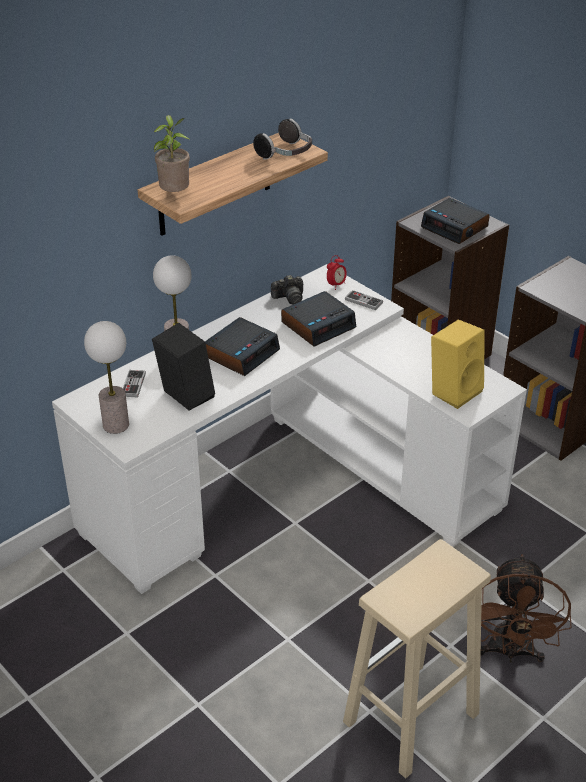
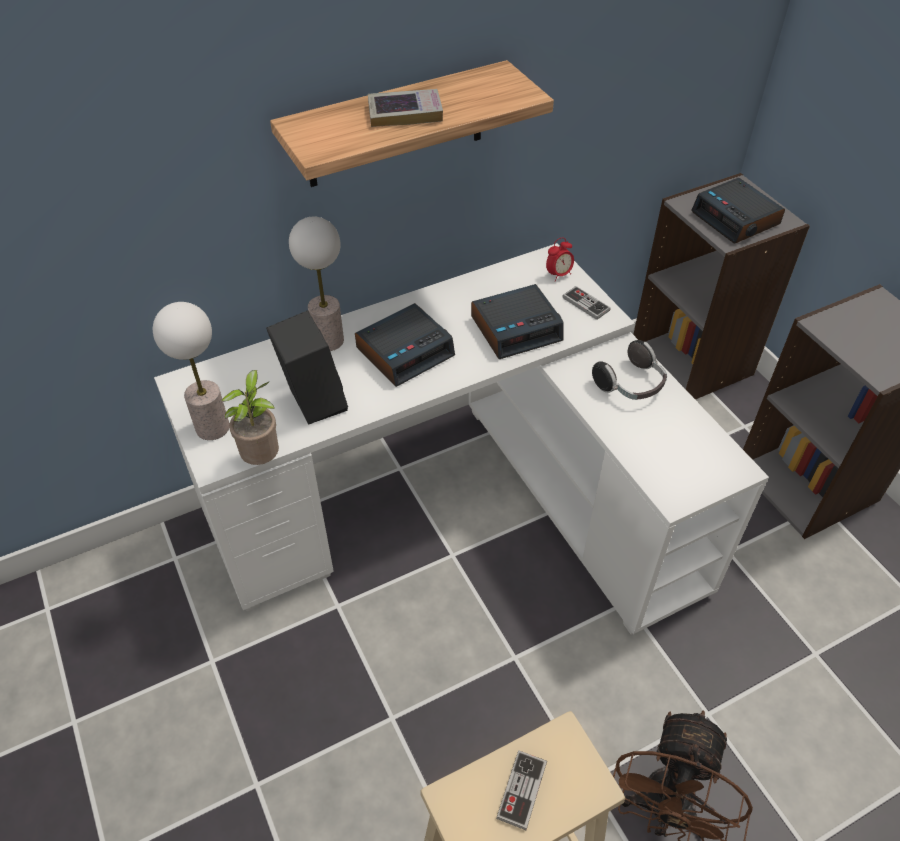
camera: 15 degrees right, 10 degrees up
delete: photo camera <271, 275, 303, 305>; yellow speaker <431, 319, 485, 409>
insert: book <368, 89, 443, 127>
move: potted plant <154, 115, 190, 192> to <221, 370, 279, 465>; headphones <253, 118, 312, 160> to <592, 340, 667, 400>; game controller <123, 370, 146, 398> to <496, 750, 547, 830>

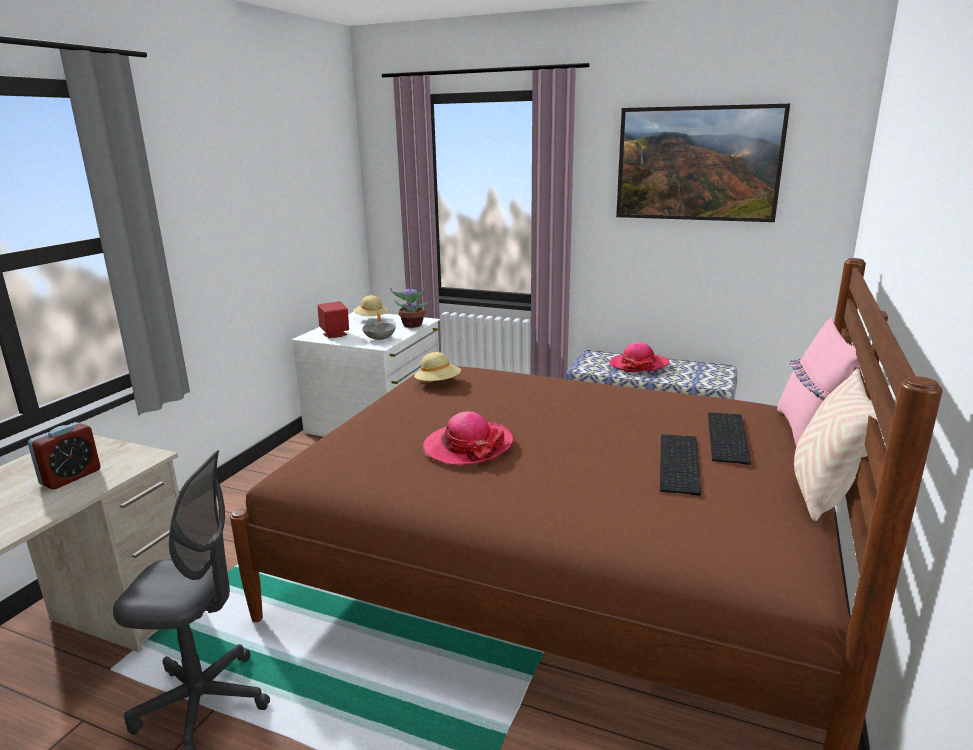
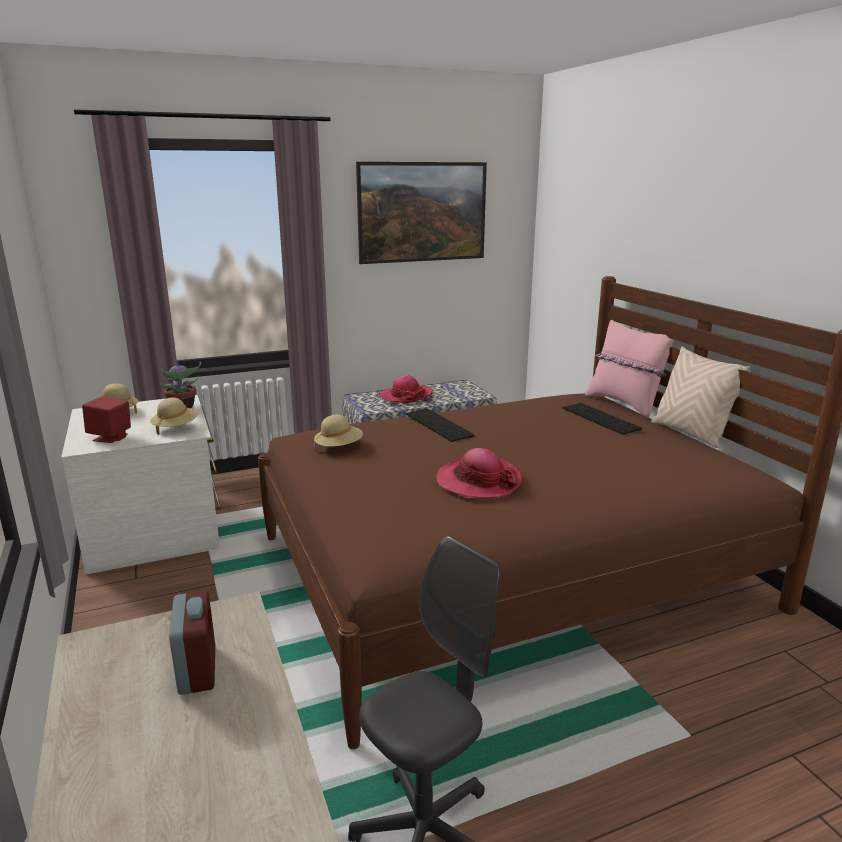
camera: 45 degrees left, 0 degrees up
move: keyboard <660, 434, 701, 496> to <406, 408, 474, 442>
replace: grey bowl <362, 323, 396, 340> to beige hat <150, 398, 198, 435>

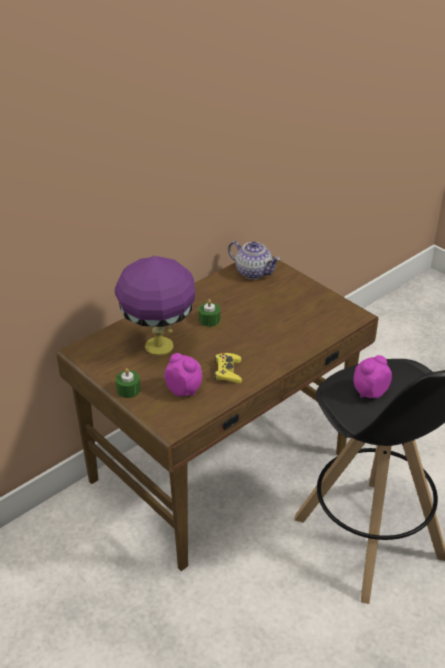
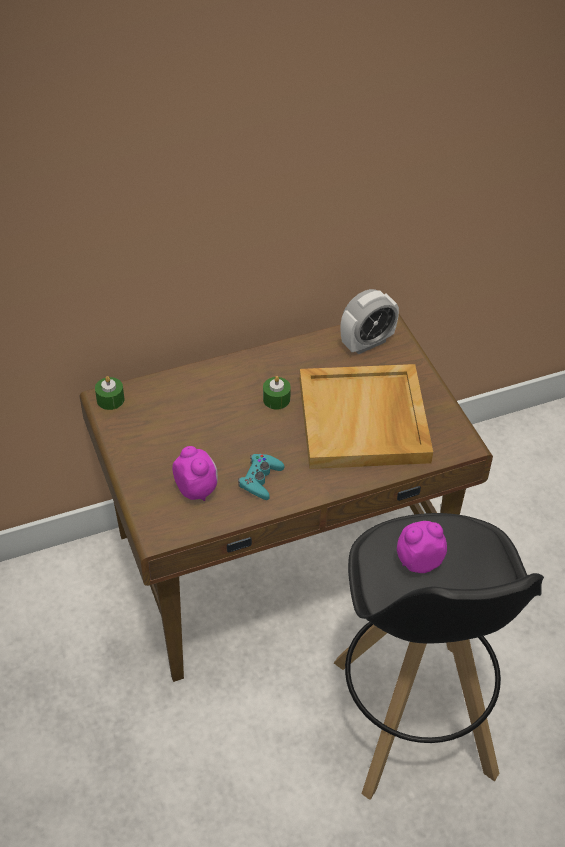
camera: 20 degrees right, 10 degrees up
delete: purple table lamp <115, 256, 195, 355>
insert: beige tray <300, 364, 433, 469>
move: green candle <116, 368, 140, 398> to <95, 376, 124, 410>
replace: teapot <228, 241, 281, 279> to alarm clock <340, 289, 399, 354>
recolor: yellow game controller <214, 353, 242, 383> to turquoise game controller <238, 454, 284, 500>

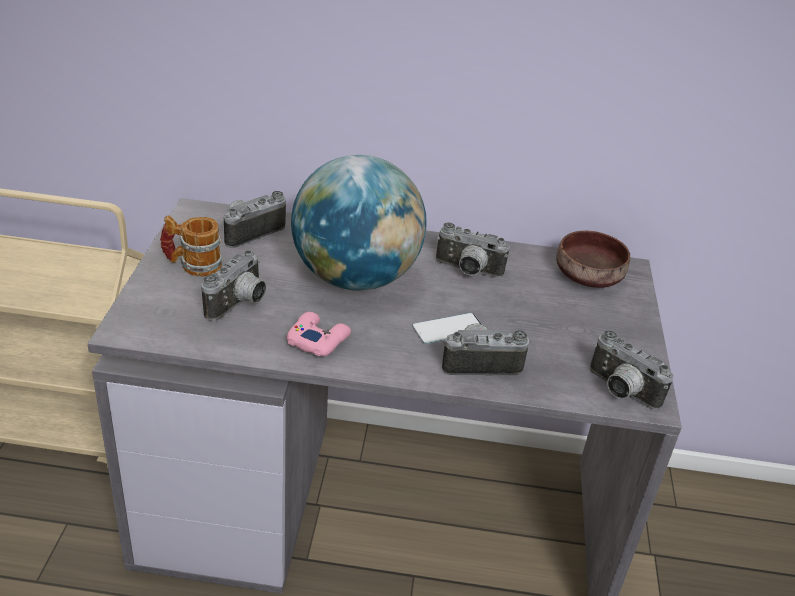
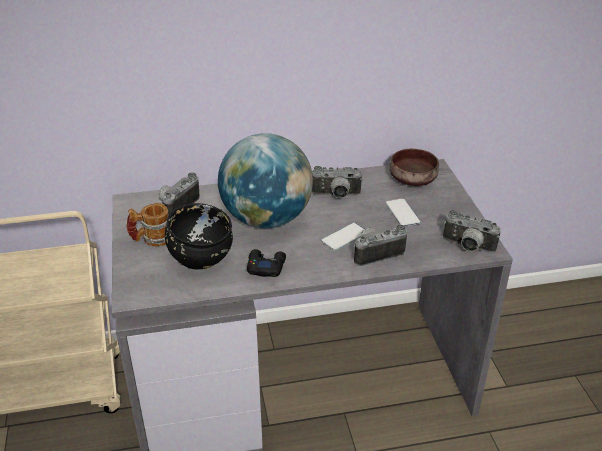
camera: 15 degrees left, 0 degrees up
insert: phone <385, 198, 421, 227>
replace: photo camera <201, 250, 266, 321> to black bowl <165, 203, 233, 270>
recolor: pink game controller <287, 312, 351, 356> to black game controller <247, 249, 286, 277>

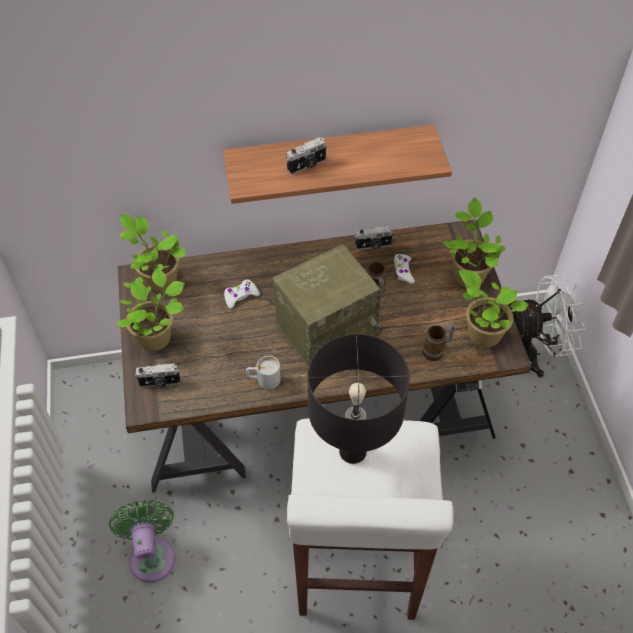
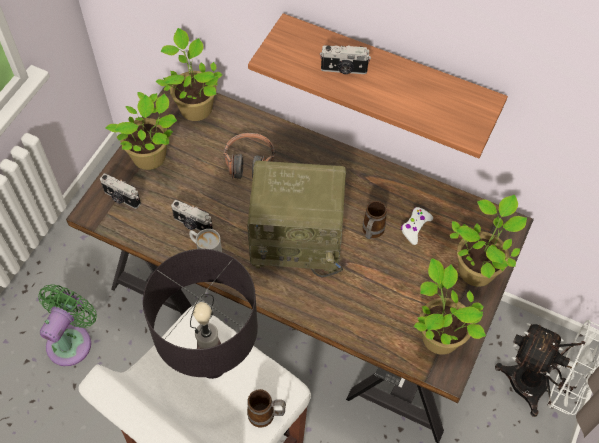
camera: 35 degrees right, 5 degrees up
move: photo camera <355, 226, 394, 250> to <171, 200, 213, 231>; mug <422, 324, 454, 361> to <247, 389, 286, 427>
replace: white game controller <224, 279, 260, 309> to headphones <224, 133, 275, 179>

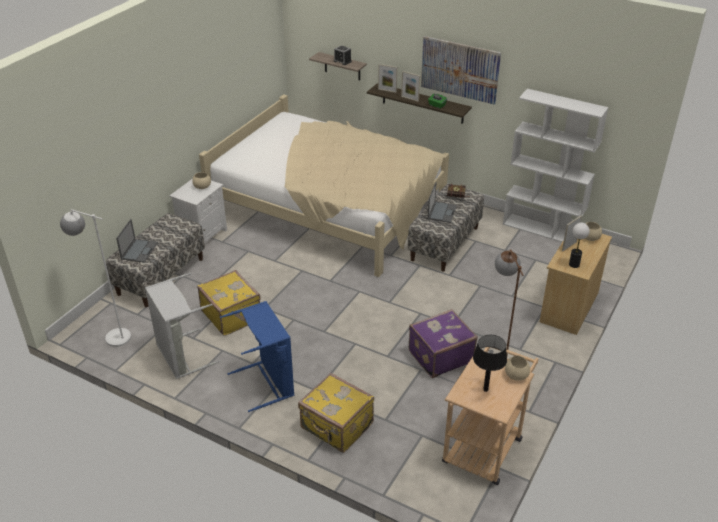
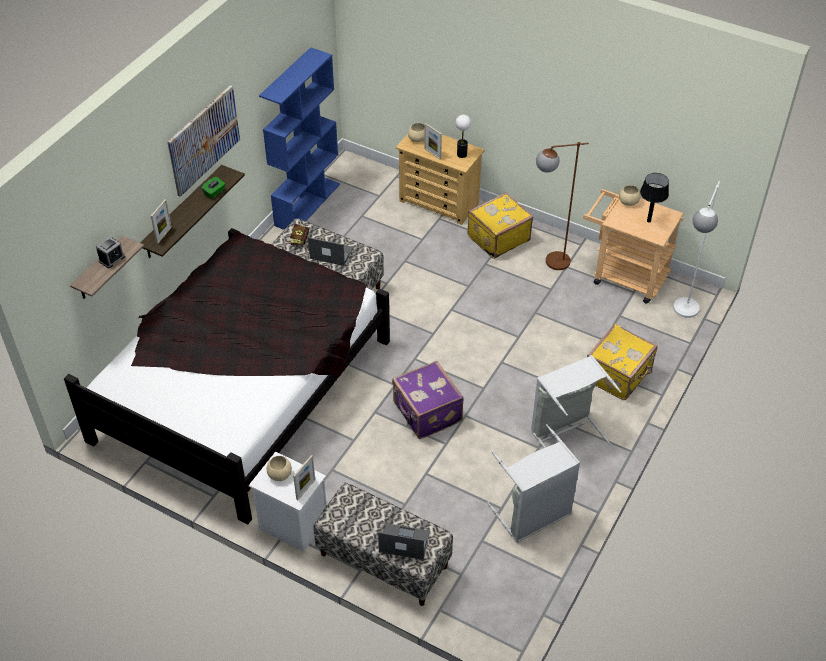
camera: 90 degrees left, 10 degrees up
move: picture frame <401, 71, 420, 102> to <293, 455, 315, 500>; white floor lamp <60, 209, 131, 347> to <673, 181, 720, 318>; yellow suitcase <197, 270, 261, 336> to <468, 192, 533, 259>; purple suitcase <409, 309, 478, 378> to <392, 361, 464, 439>
recolor: white bookcase <503, 89, 608, 242> to blue bookcase <259, 47, 340, 230>; beige bed <199, 94, 449, 277> to black bed <64, 228, 390, 525>; blue laundry basket <220, 301, 294, 412> to grey laundry basket <531, 355, 621, 448>

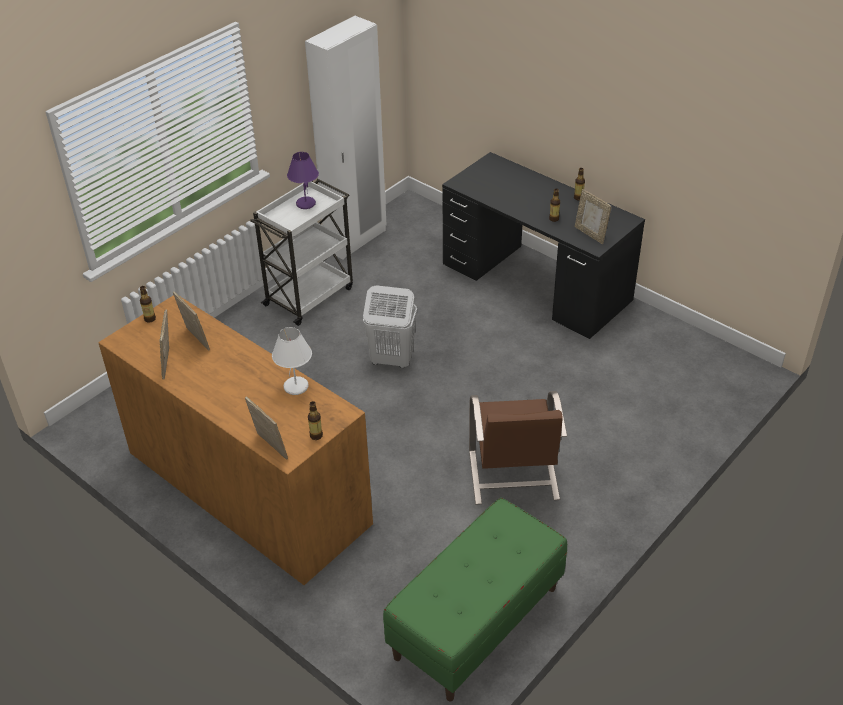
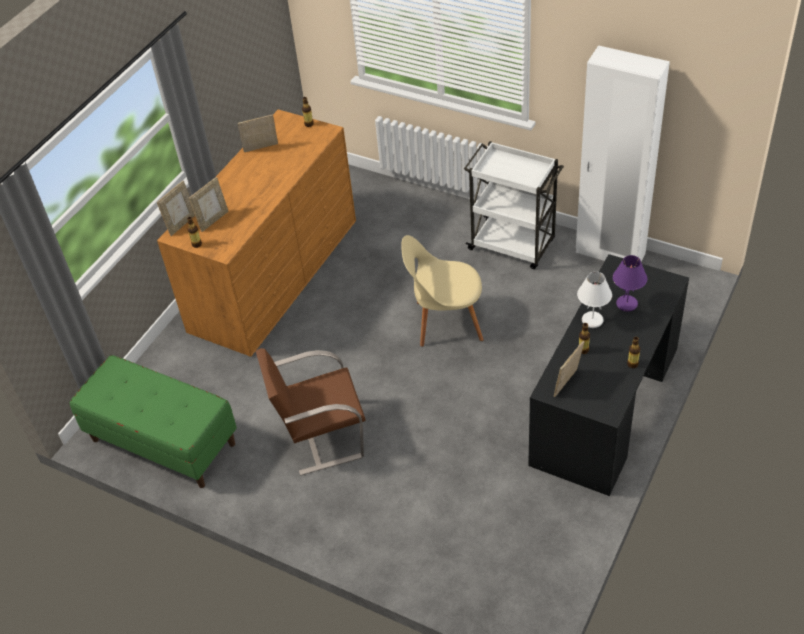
camera: 80 degrees right, 5 degrees up
move: purple table lamp <287, 152, 319, 209> to <613, 255, 647, 312>; picture frame <173, 291, 210, 351> to <189, 177, 229, 232>; white table lamp <272, 327, 312, 395> to <577, 272, 612, 328>
replace: white laundry basket <363, 285, 417, 368> to beige chair <401, 235, 484, 347>

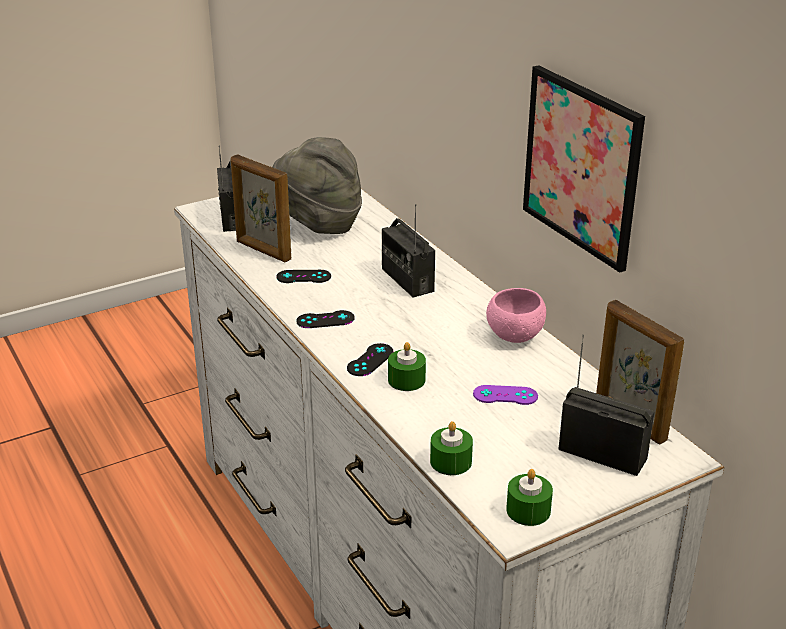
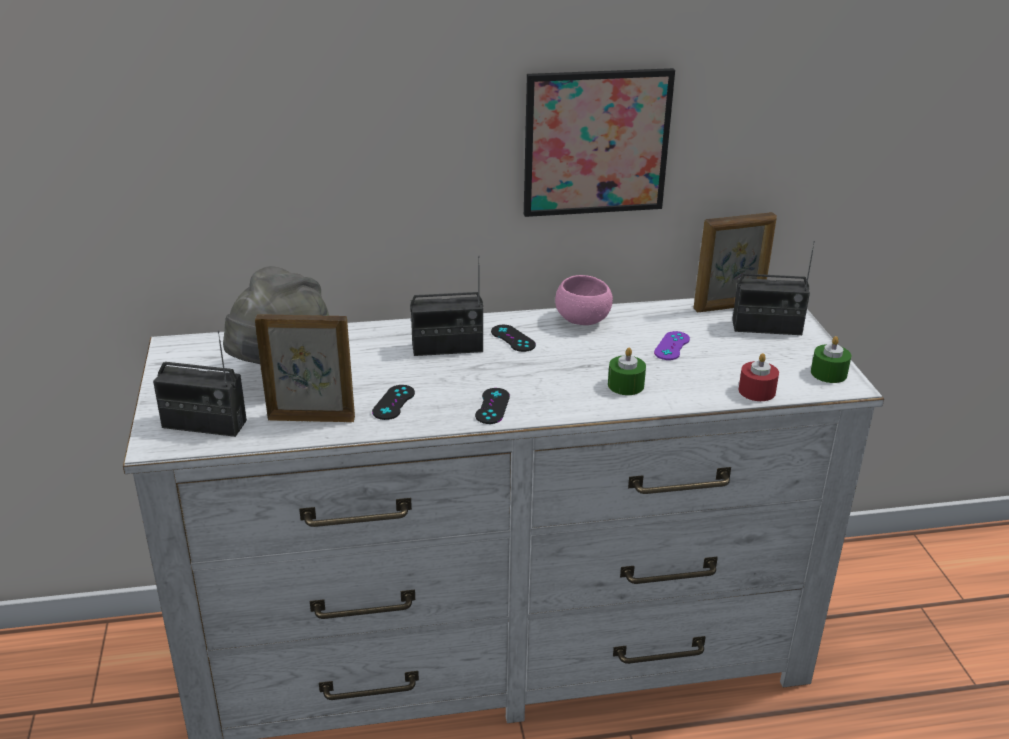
camera: 70 degrees left, 0 degrees up
move: black game controller <347, 343, 393, 376> to <491, 325, 536, 352>
recolor: green candle <430, 421, 473, 475> to red candle <739, 353, 779, 401>
rotate: picture frame <231, 155, 291, 262> = <255, 314, 355, 422> 150 degrees counterclockwise; radio <558, 335, 655, 476> = <732, 241, 815, 335> 135 degrees counterclockwise

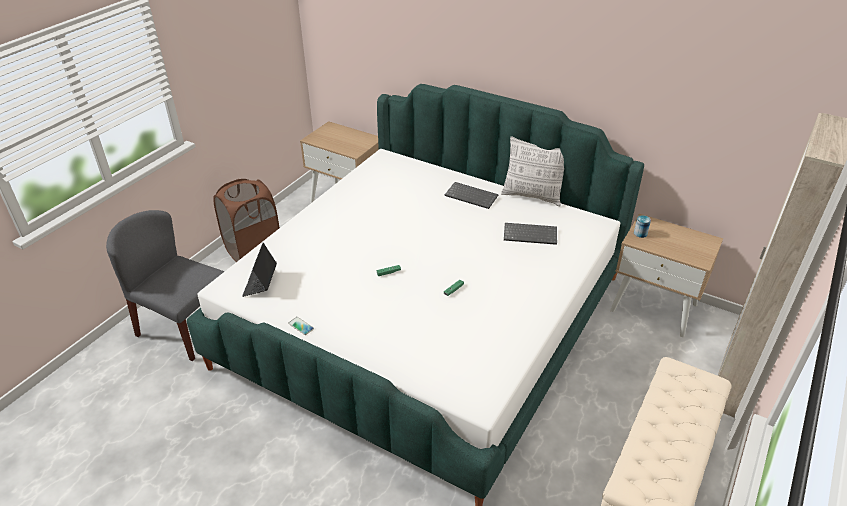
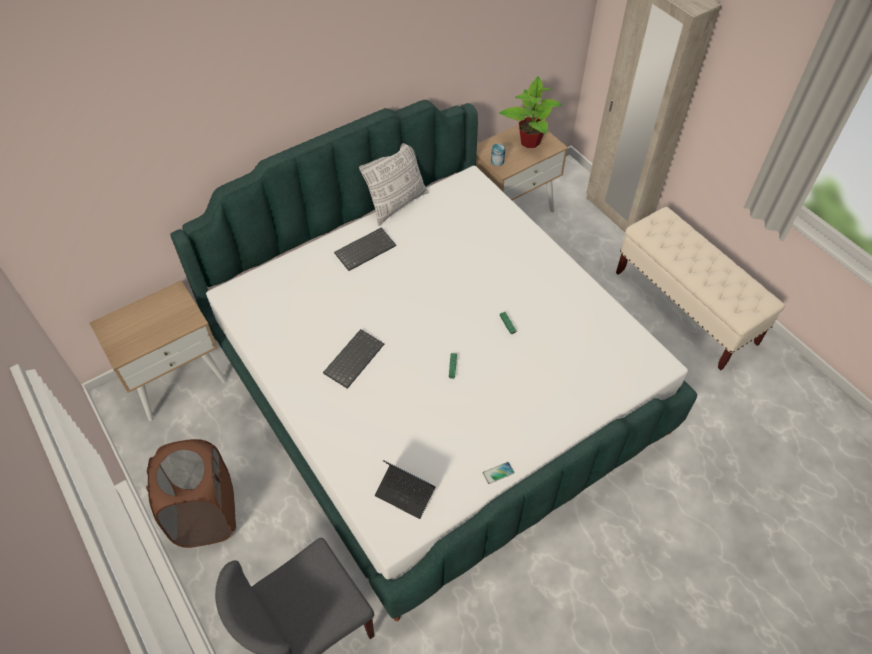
camera: 65 degrees left, 15 degrees up
insert: potted plant <499, 76, 562, 148>
move: keyboard <504, 223, 557, 245> to <323, 329, 384, 389>

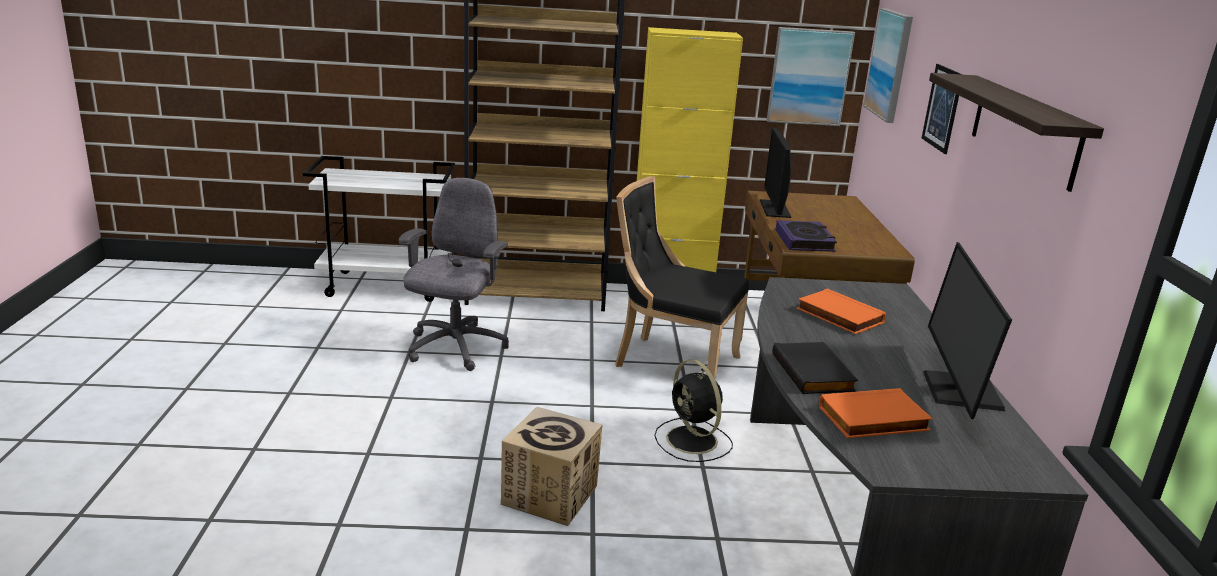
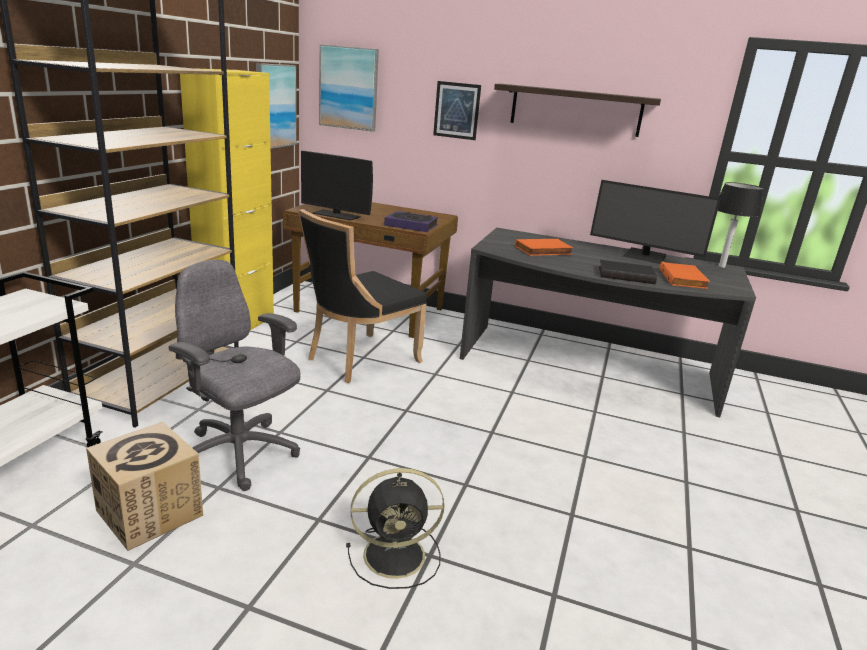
camera: 70 degrees left, 0 degrees up
insert: table lamp <718, 182, 763, 268>
move: black fan <654, 359, 733, 462> to <346, 468, 445, 589>; cardboard box <501, 407, 602, 526> to <86, 422, 203, 551>

